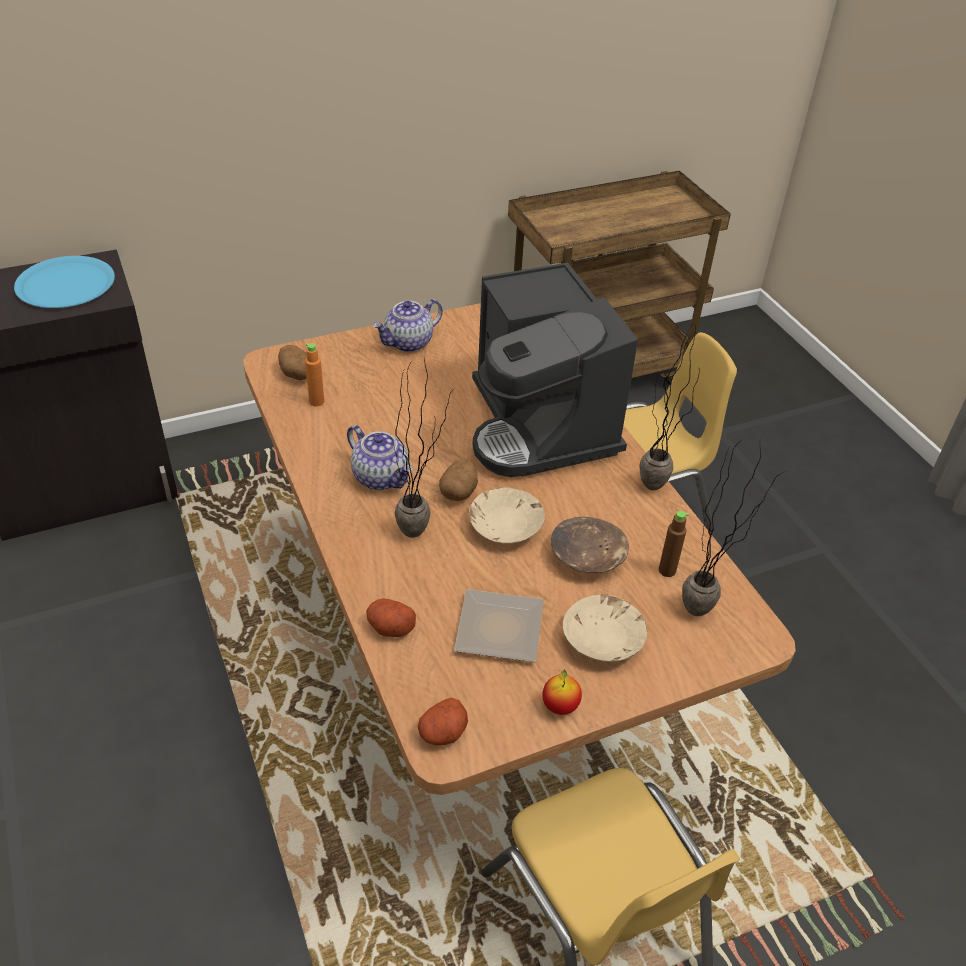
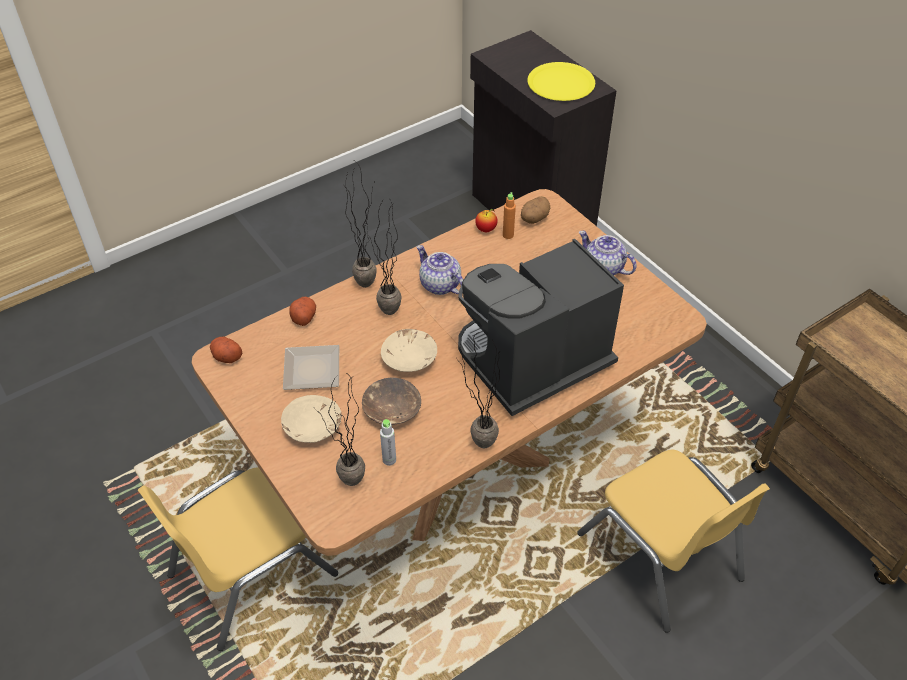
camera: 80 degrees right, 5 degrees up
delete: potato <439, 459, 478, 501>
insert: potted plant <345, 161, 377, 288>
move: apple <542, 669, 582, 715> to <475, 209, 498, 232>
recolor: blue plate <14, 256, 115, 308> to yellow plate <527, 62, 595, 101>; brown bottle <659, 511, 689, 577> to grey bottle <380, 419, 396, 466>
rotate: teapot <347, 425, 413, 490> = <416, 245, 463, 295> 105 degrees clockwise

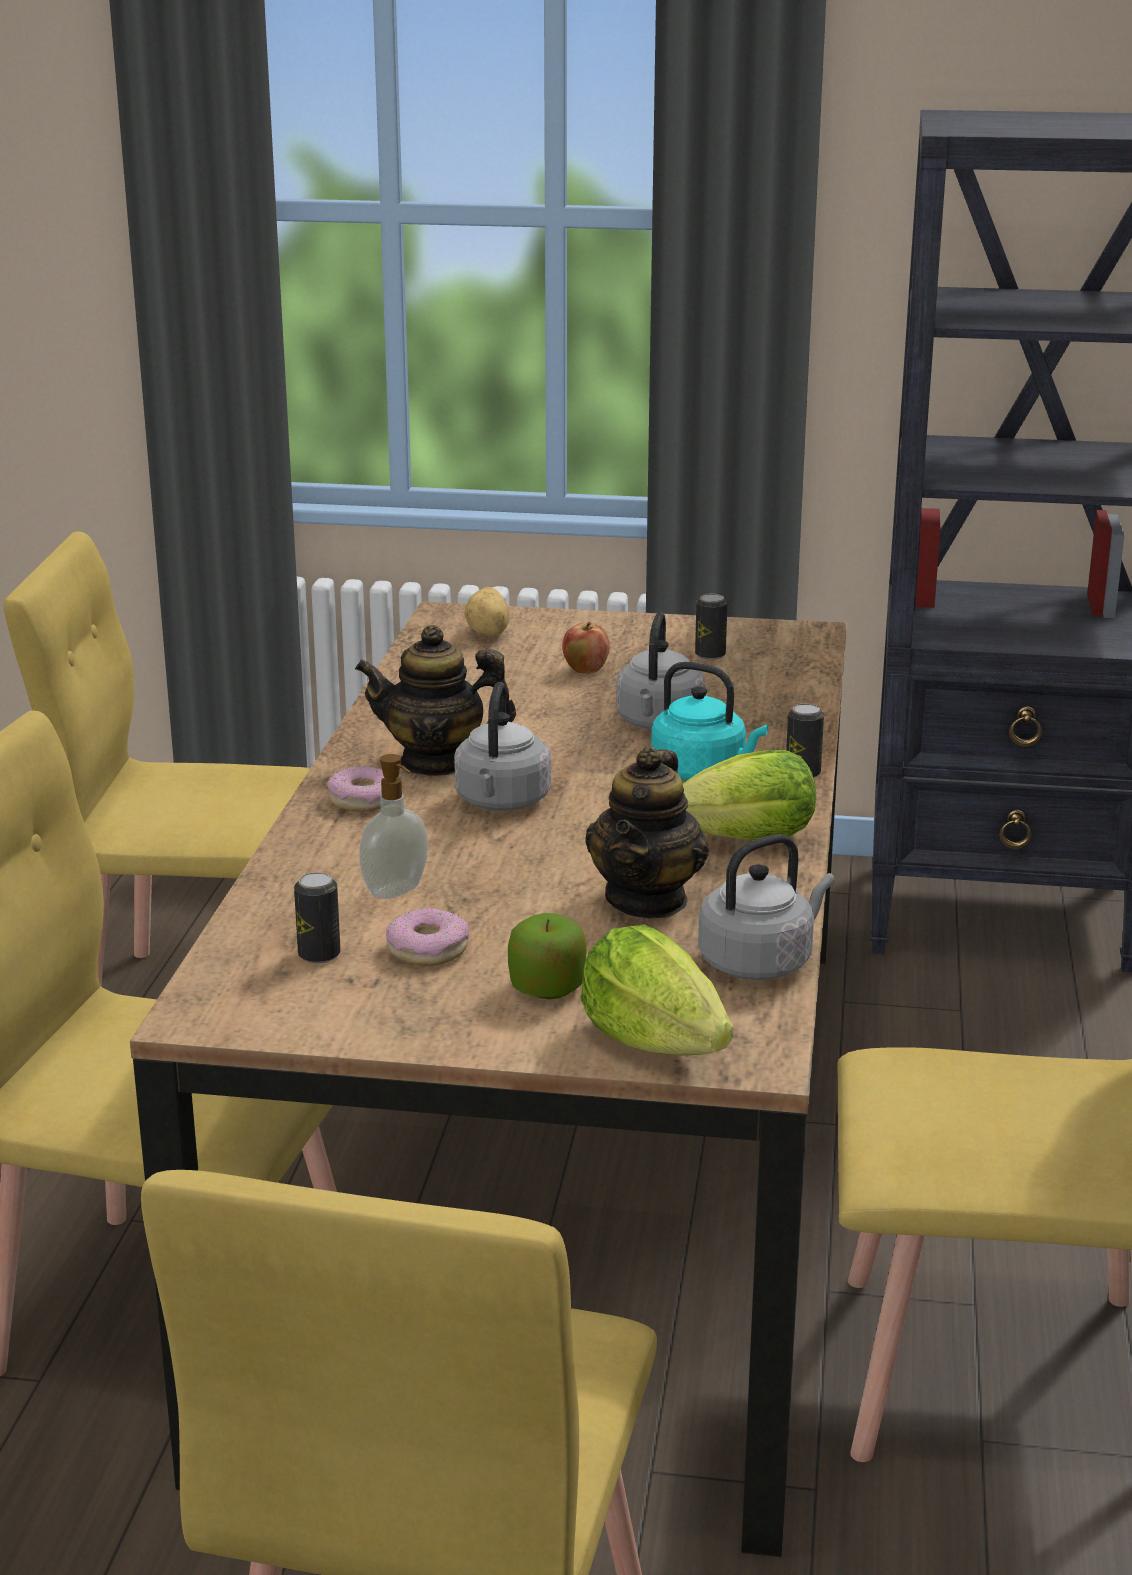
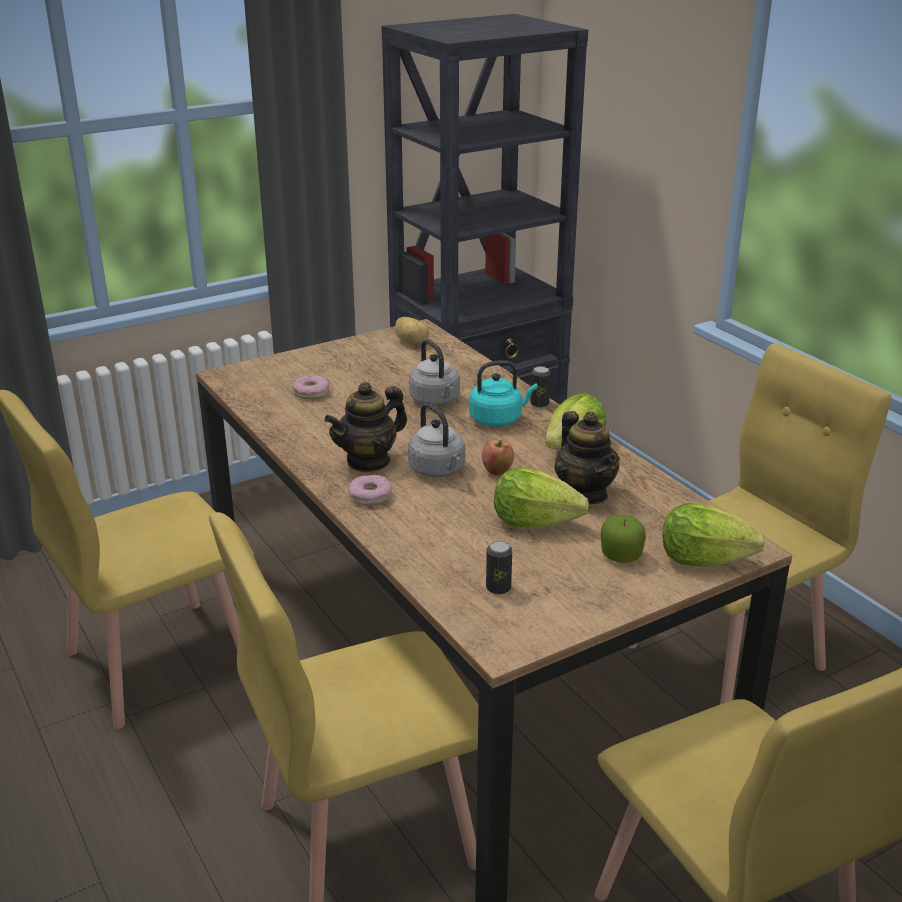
camera: 40 degrees left, 5 degrees up
delete: can <695, 594, 727, 660>; soap dispenser <359, 754, 428, 899>; grey kettle <698, 834, 835, 980>
insert: lettuce <494, 467, 589, 528>
move: potato <464, 587, 509, 637> to <395, 317, 429, 344>; apple <562, 622, 610, 674> to <482, 440, 514, 475>; donut <386, 908, 469, 966> to <292, 375, 330, 399>

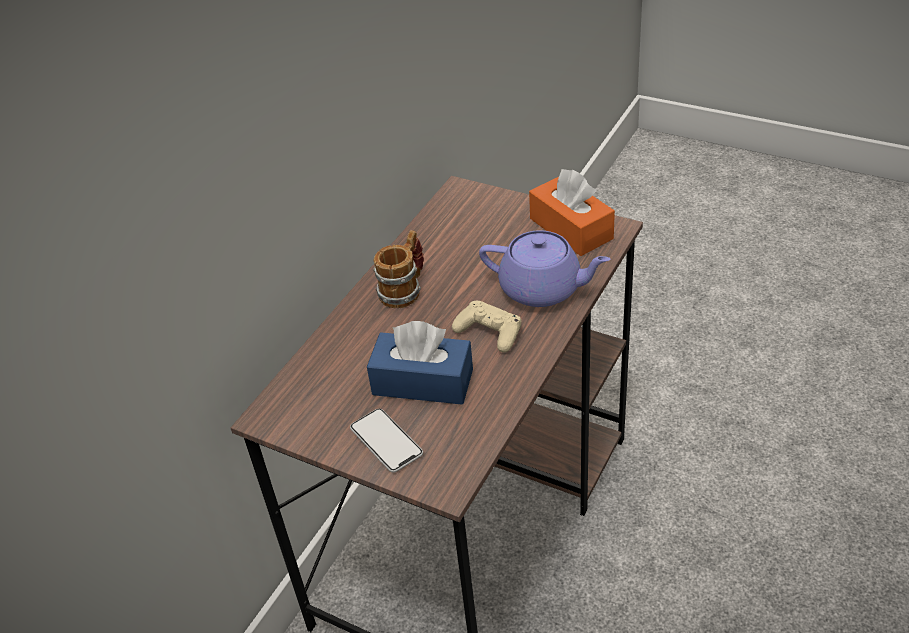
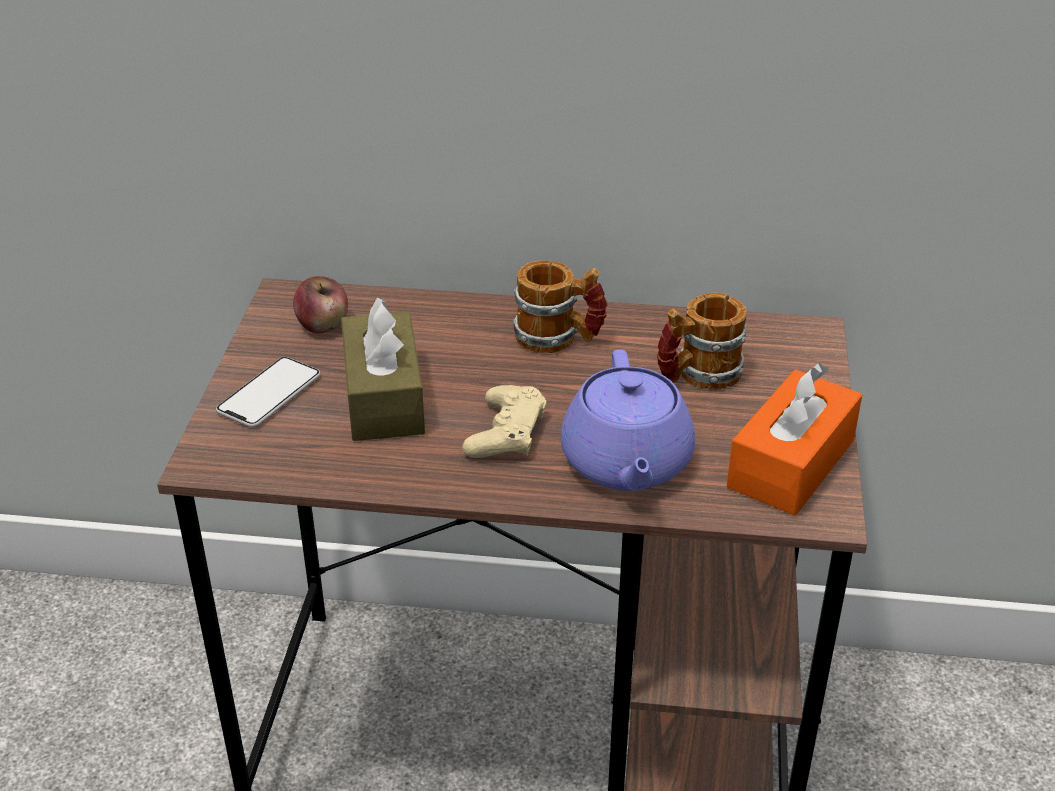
camera: 65 degrees right, 5 degrees down
insert: apple <293, 276, 348, 334>; mug <657, 293, 747, 390>
recolor: blue tissue box <367, 321, 473, 405> to brown tissue box <341, 297, 425, 441>

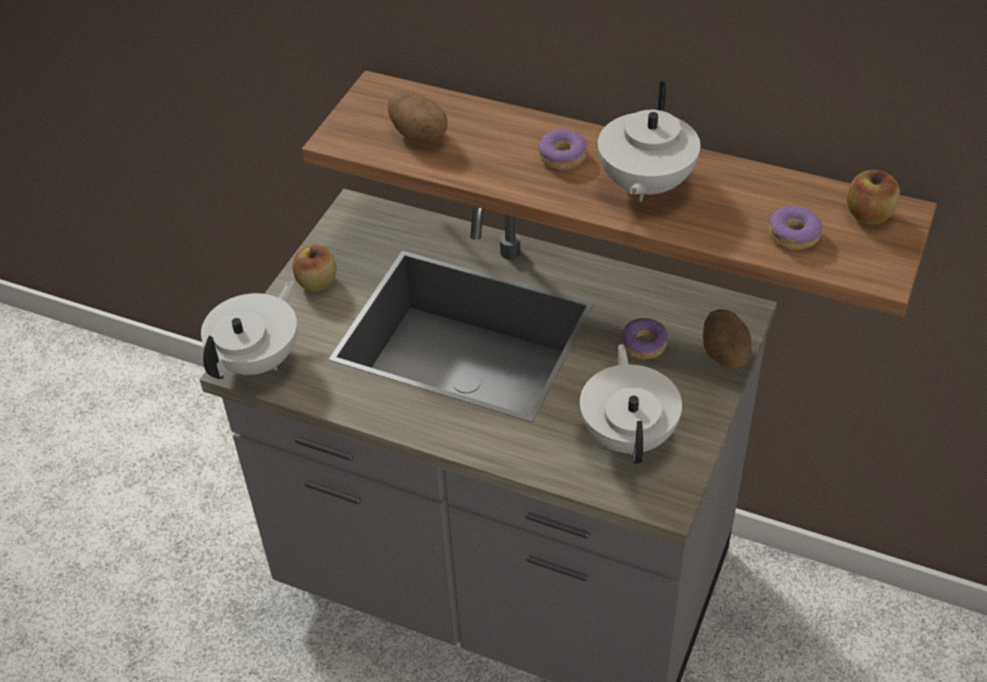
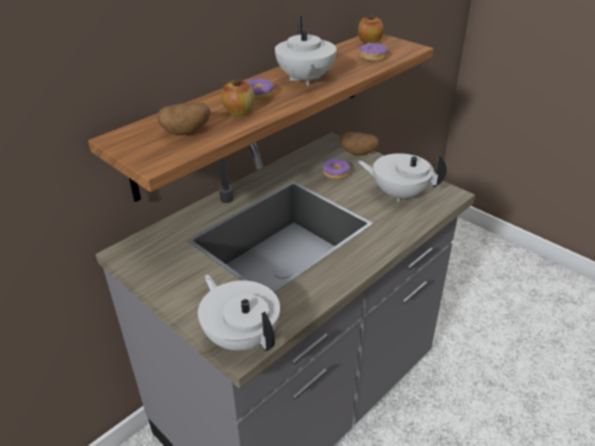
camera: 70 degrees left, 10 degrees down
move: apple <292, 245, 336, 291> to <222, 78, 255, 116>
rotate: white teapot <598, 81, 700, 202> = <275, 16, 337, 86> 45 degrees clockwise

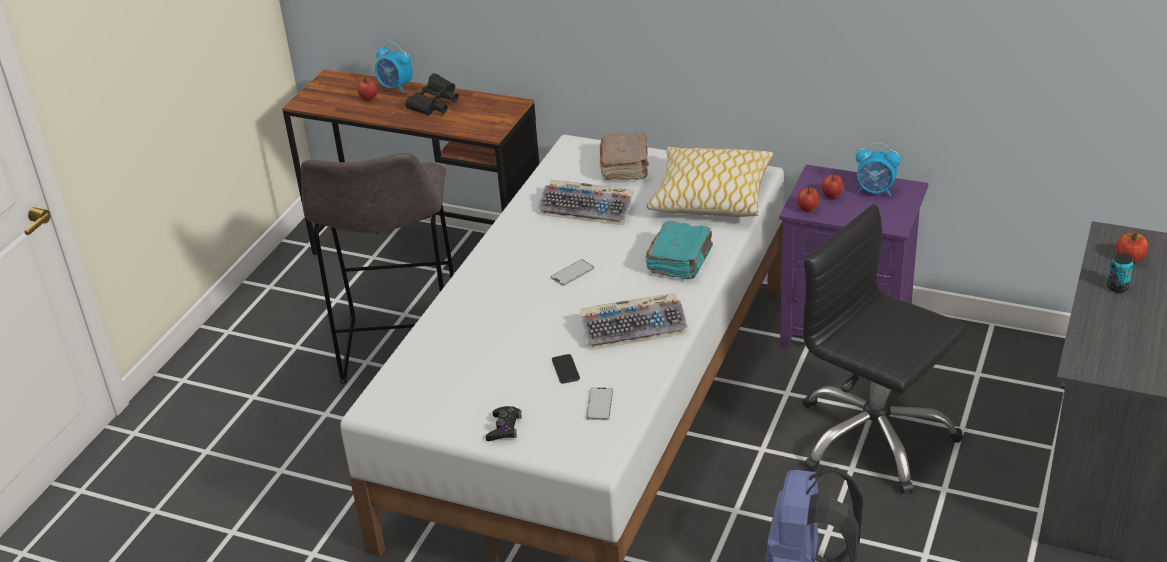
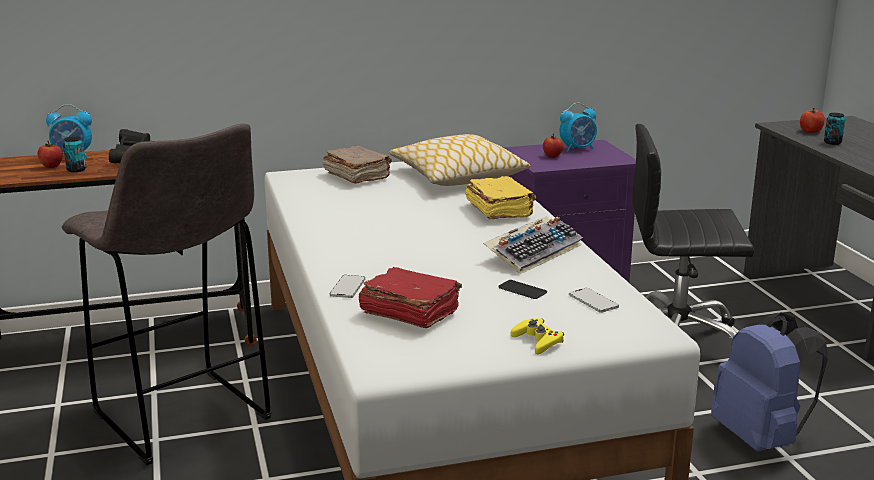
camera: 40 degrees left, 15 degrees down
delete: keyboard <537, 180, 634, 226>; apple <797, 186, 820, 212>
insert: can <63, 136, 86, 172>; red book <359, 267, 462, 328>
move: phone <551, 259, 594, 286> to <329, 275, 365, 298>
recolor: turquoise book <646, 221, 713, 279> to yellow book <465, 176, 536, 220>; black game controller <486, 406, 522, 441> to yellow game controller <511, 318, 564, 354>

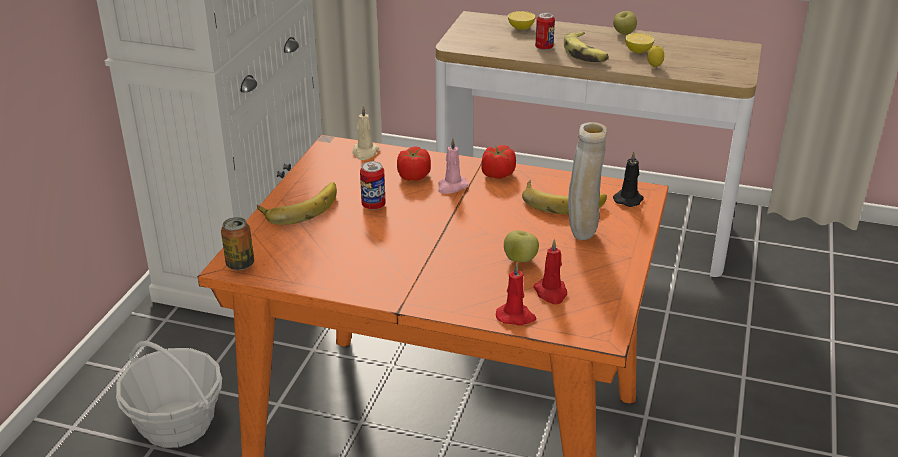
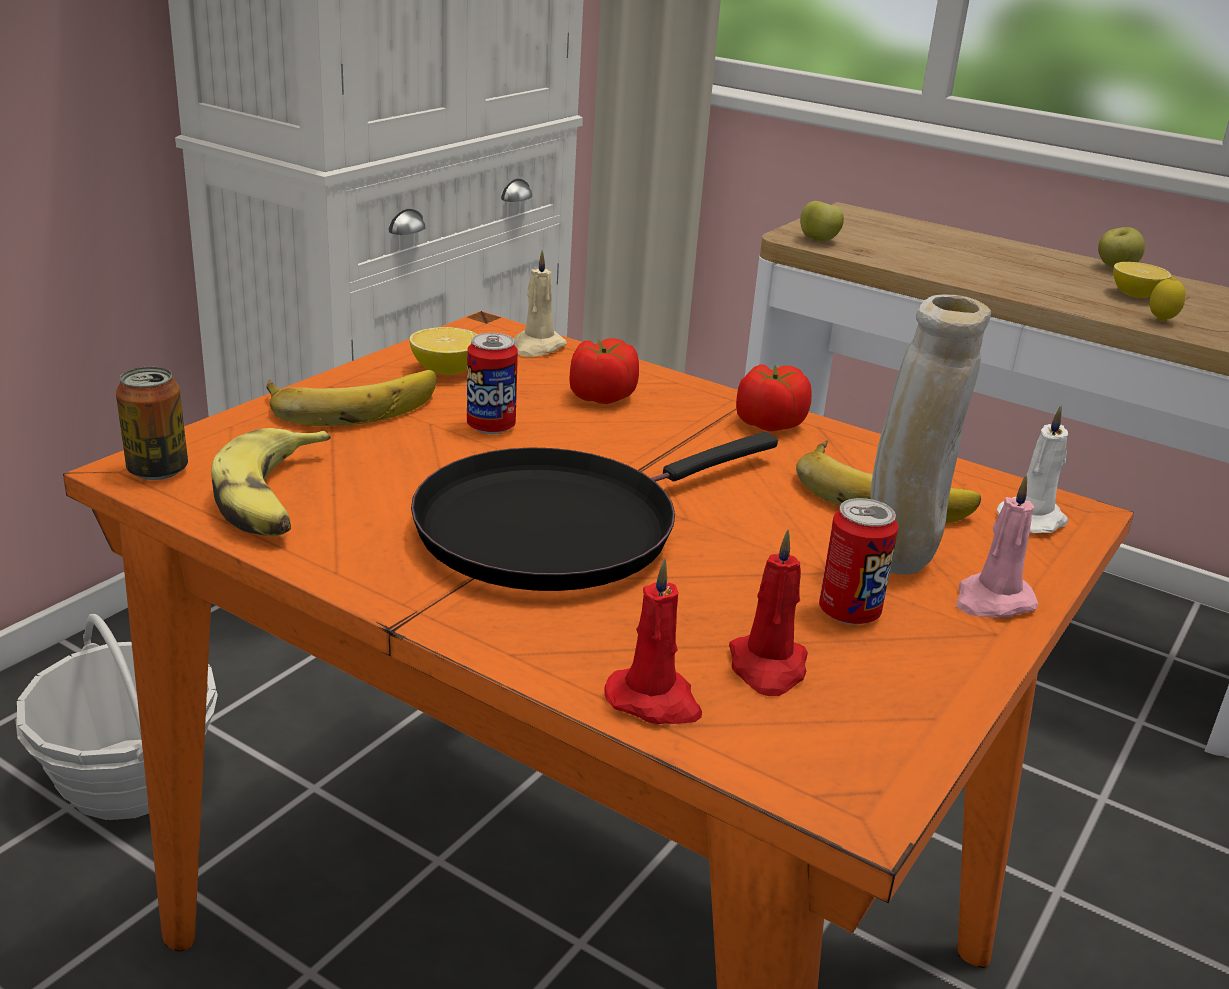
camera: 15 degrees right, 5 degrees down
insert: black frying pan <411, 432, 778, 591>
move: lemon <508, 11, 535, 30> to <409, 327, 477, 375>; can <535, 13, 555, 50> to <819, 498, 898, 625>; banana <564, 31, 609, 62> to <211, 428, 331, 536>; pink candle <438, 138, 468, 194> to <956, 475, 1039, 618>; apple <504, 230, 539, 262> to <800, 201, 844, 241>
recolor: black candle <613, 152, 644, 207> to white candle <997, 406, 1068, 533>

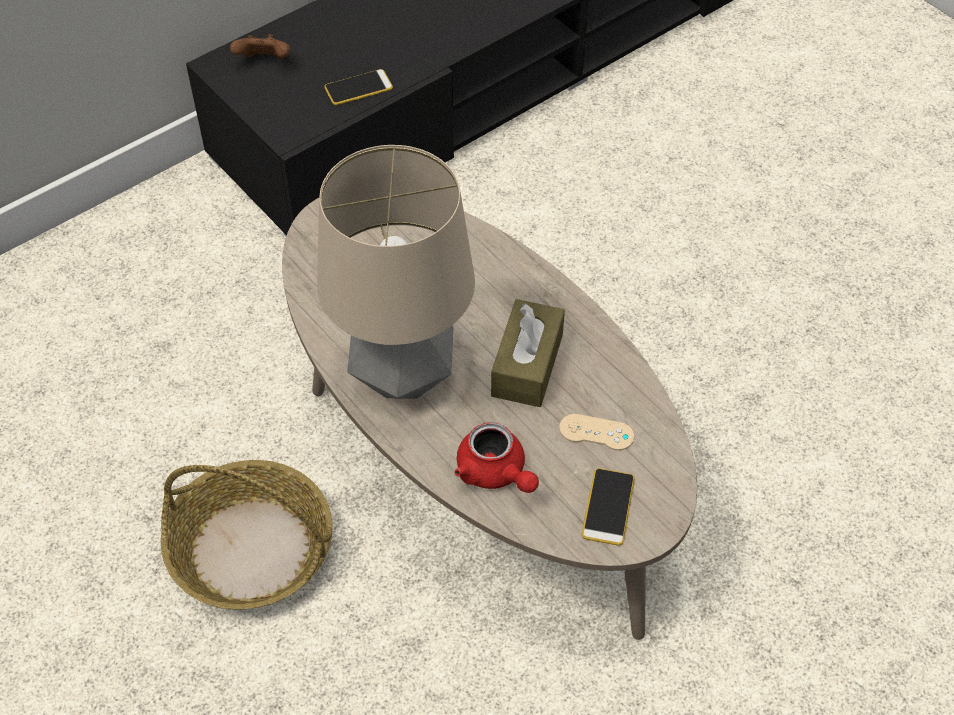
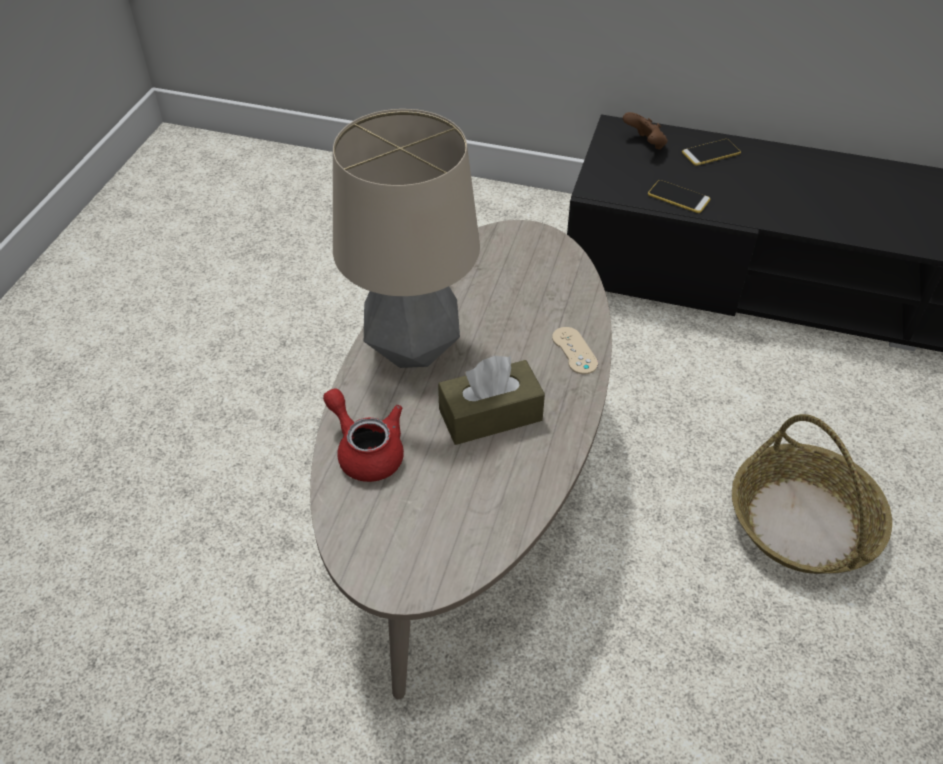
camera: 55 degrees right, 5 degrees down
move: beige game controller <559, 414, 634, 450> to <552, 327, 598, 374>; basket <161, 460, 333, 610> to <732, 414, 892, 574>; phone <582, 468, 635, 546> to <682, 139, 741, 166>
rotate: red teapot <454, 422, 539, 493> = <323, 388, 404, 482> 120 degrees clockwise

